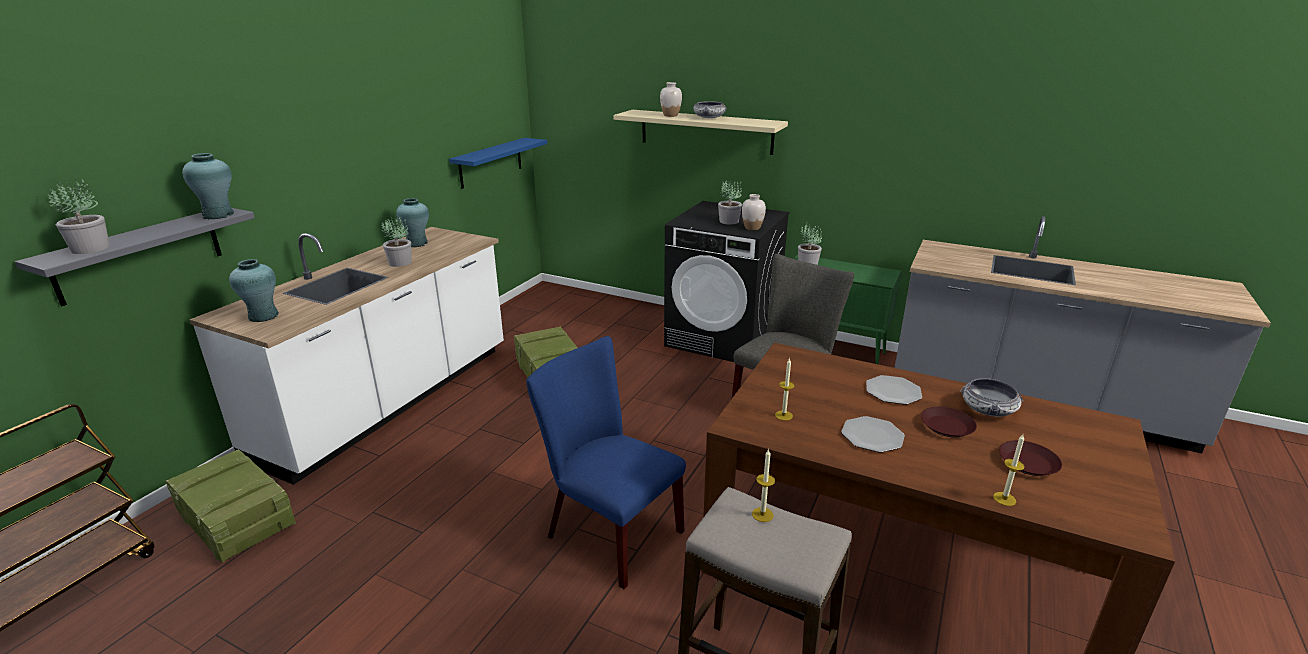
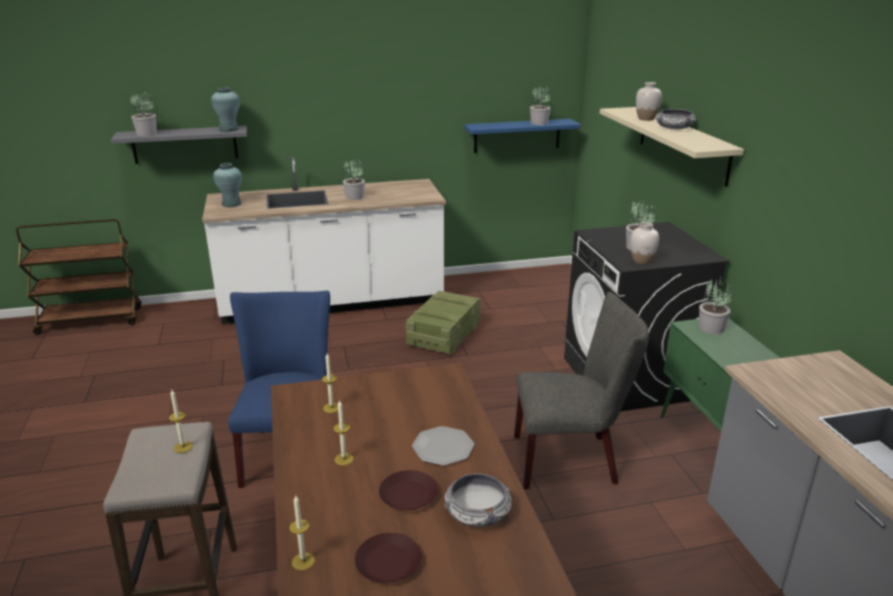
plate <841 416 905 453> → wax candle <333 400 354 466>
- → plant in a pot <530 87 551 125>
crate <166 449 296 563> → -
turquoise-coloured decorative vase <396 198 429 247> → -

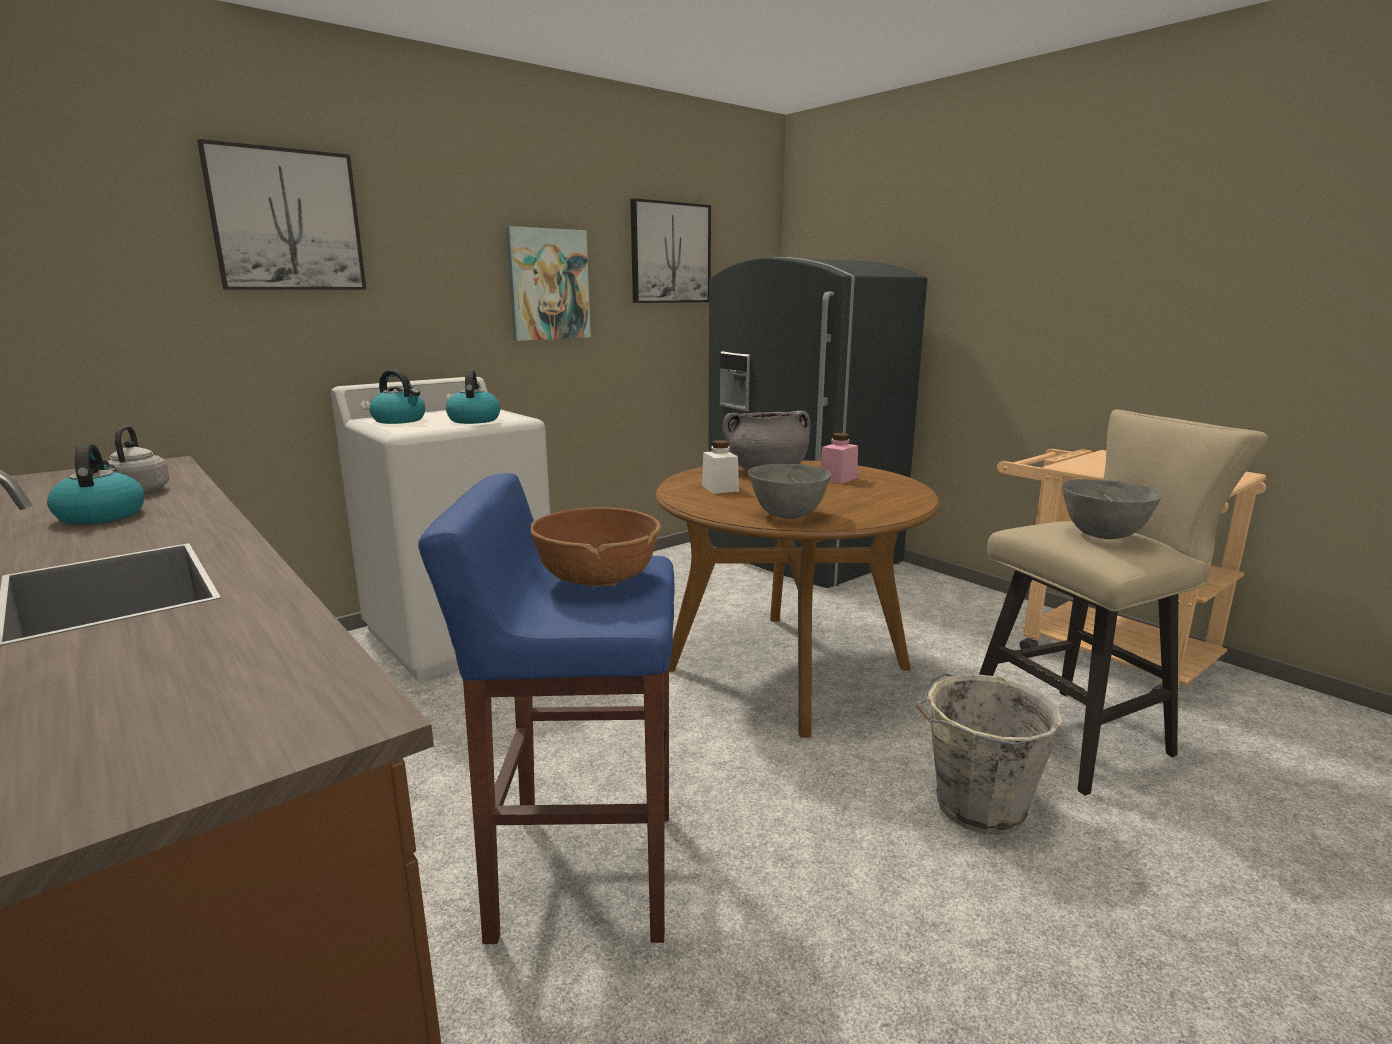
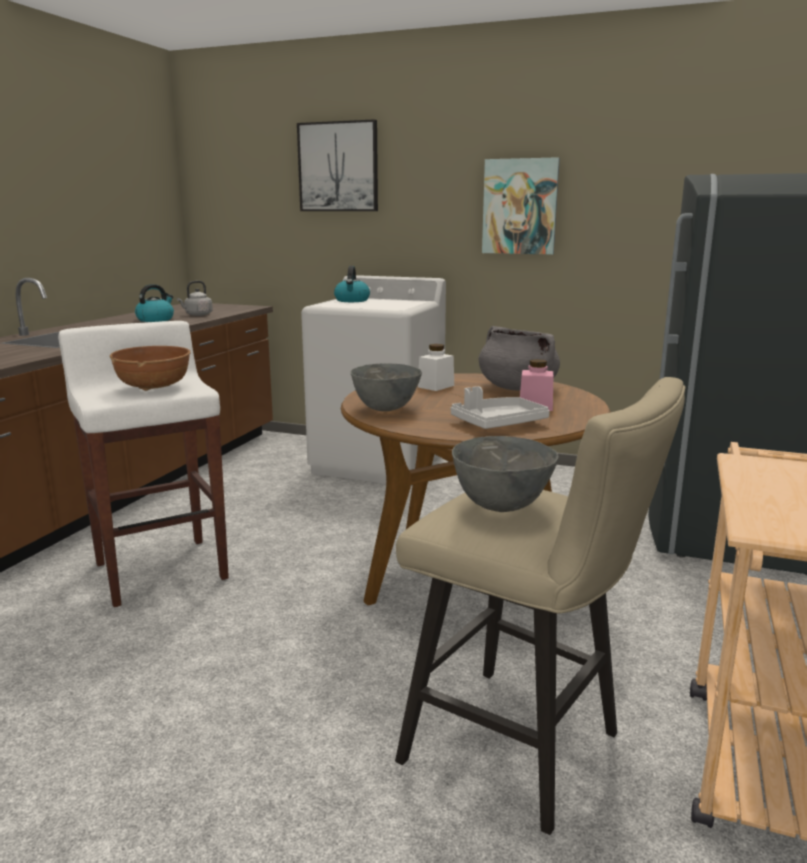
blue stool <418 473 674 944> → whitish stool <58 321 229 607>
- → greyish serving tray <451 386 550 429>
tea kettle <446 370 500 424> → -
wall art <630 198 711 303> → -
greyish water bucket <916 673 1063 834> → -

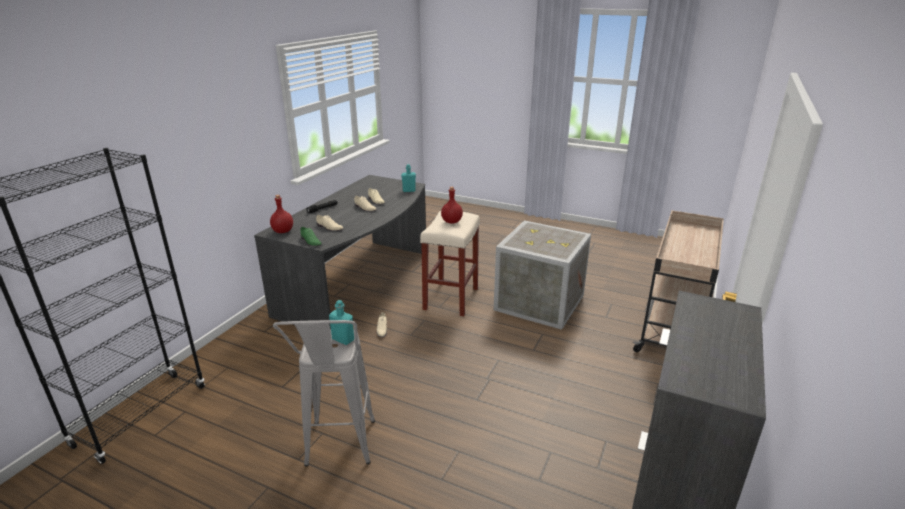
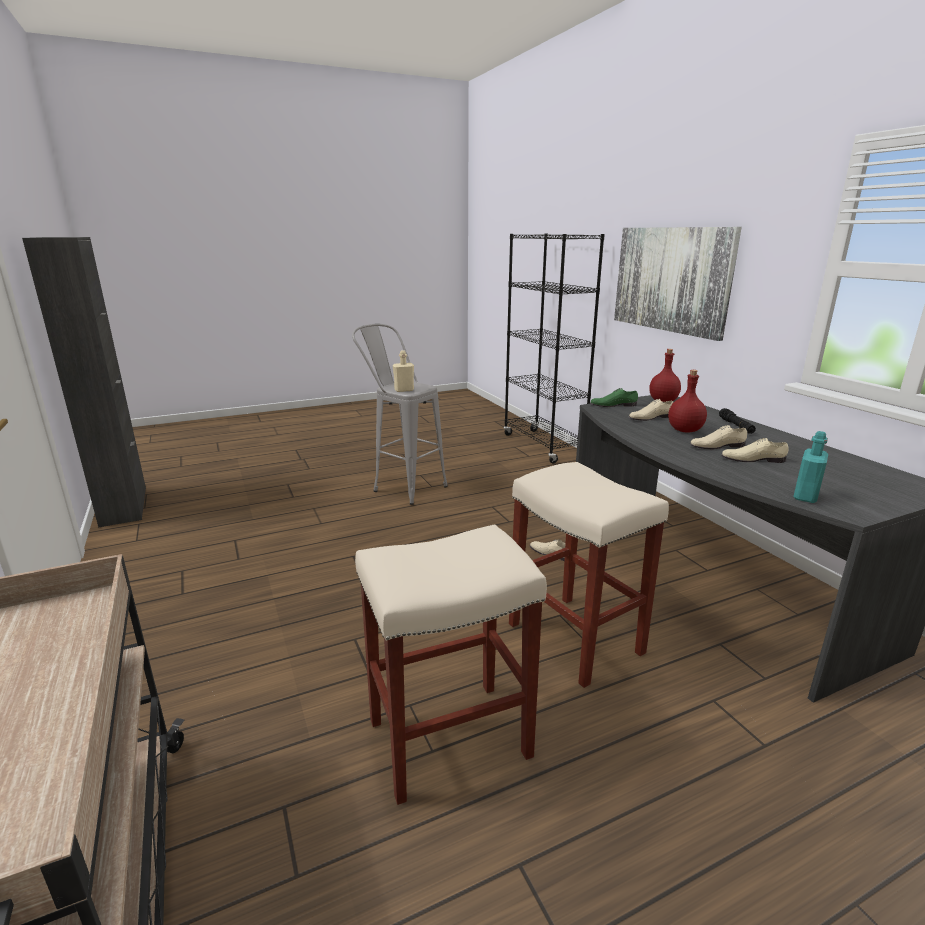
crate <494 220 591 330> → beige stool <355 524 547 805>
turquoise-coloured beverage bottle <329 300 354 345> → beige beverage bottle <393 350 414 392>
- → wall art <614 227 742 341>
reddish beverage bottle <441 187 463 224> → reddish beverage bottle <668 370 707 433>, shifted

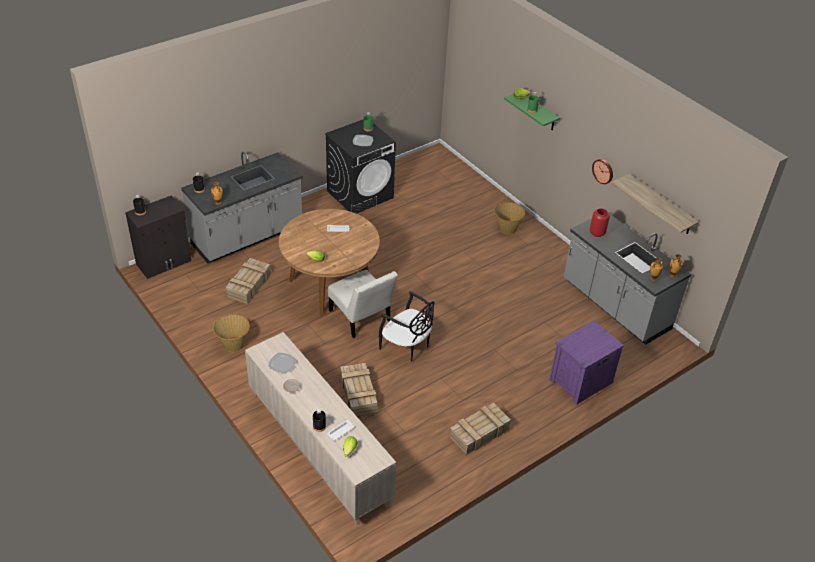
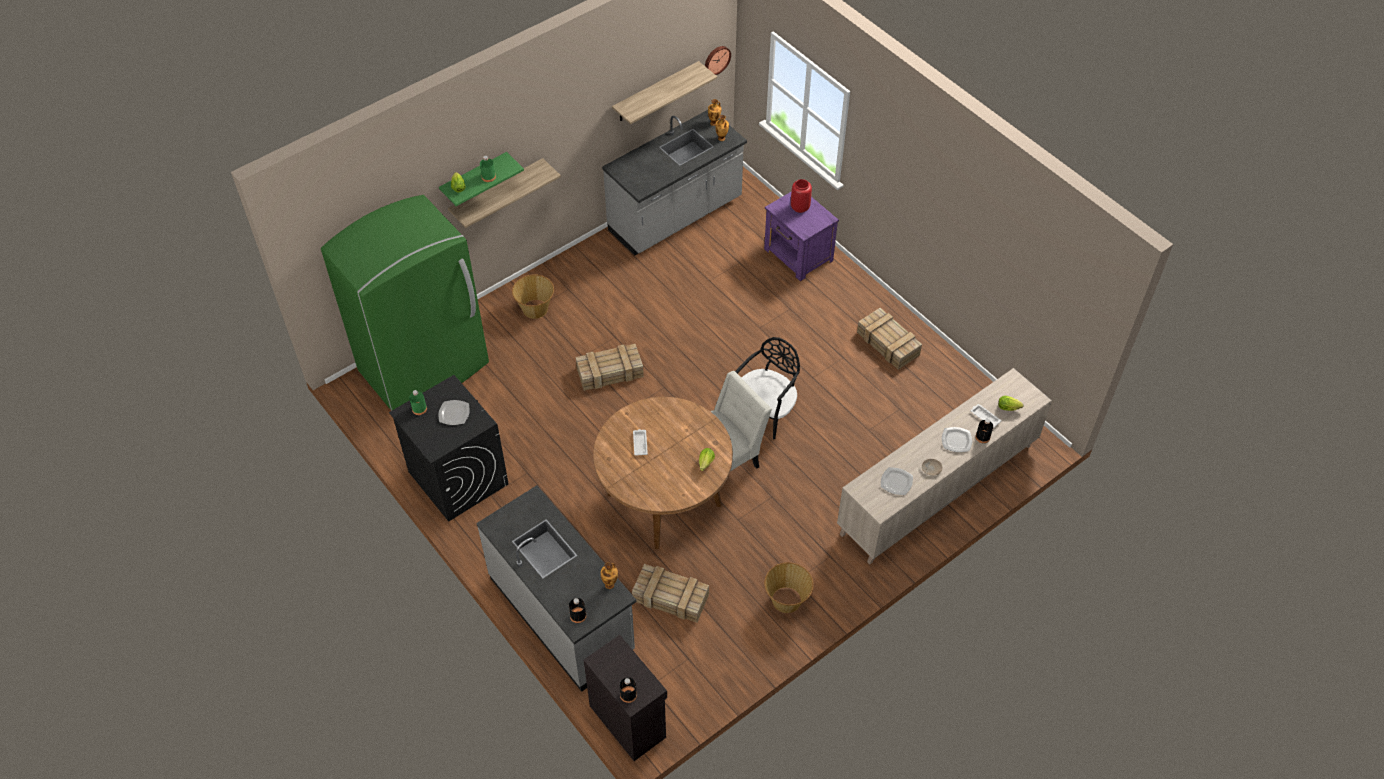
- → greenish refrigerator <321 195 489 411>
- → wall shelf <448 158 561 228>
crate <341 363 377 416> → crate <576 344 644 391>, shifted
clock on the wall <592 159 613 184> → clock on the wall <705 46 731 75>, shifted
reddish decorative vase <590 208 610 237> → reddish decorative vase <791 179 812 213>, shifted
- → plate <942 427 972 452>

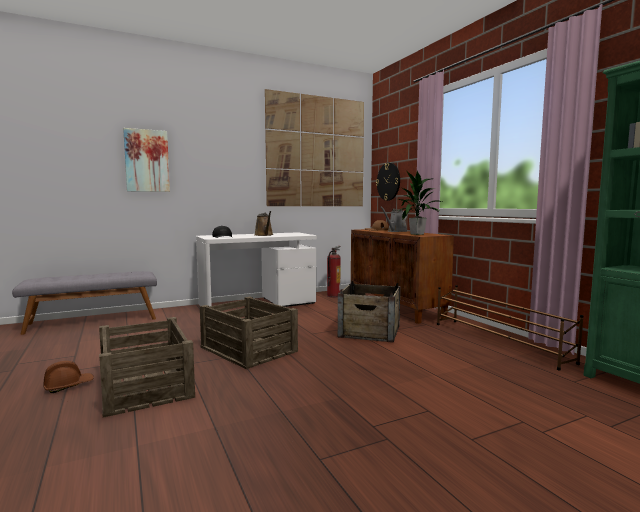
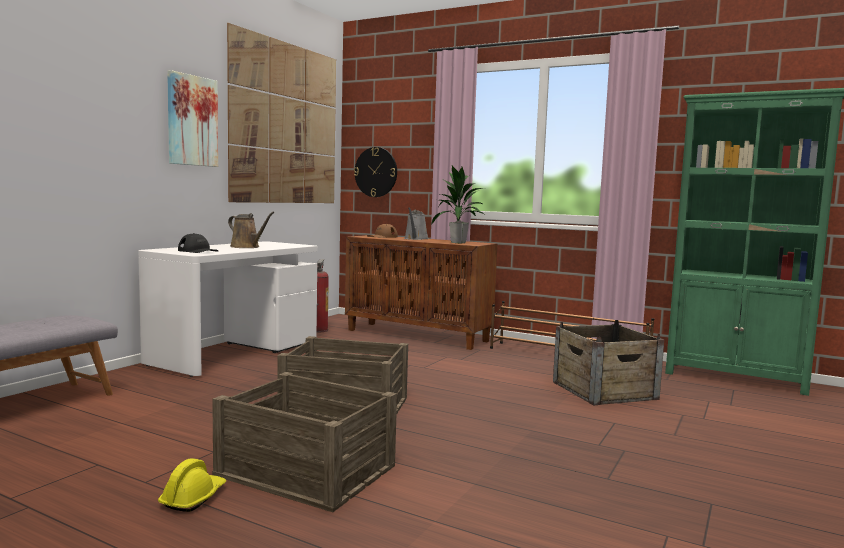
brown work helmet <44 361 94 393> → yellowish work helmet <158 458 226 512>
wall art <123 128 170 192> → wall art <167 70 218 167>, shifted
crate <338 281 400 343> → crate <553 320 664 405>, shifted

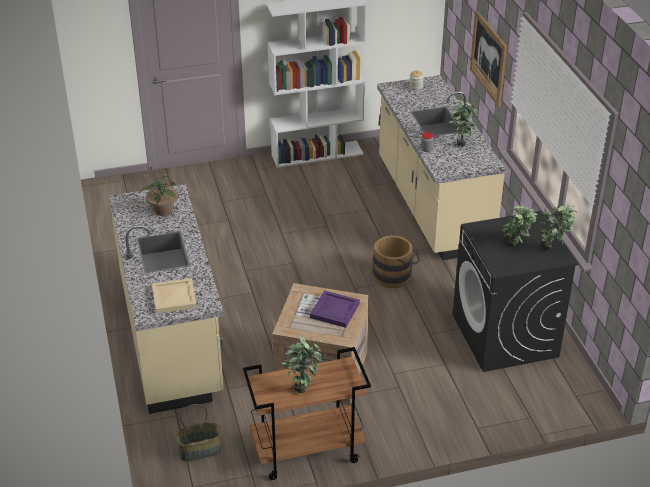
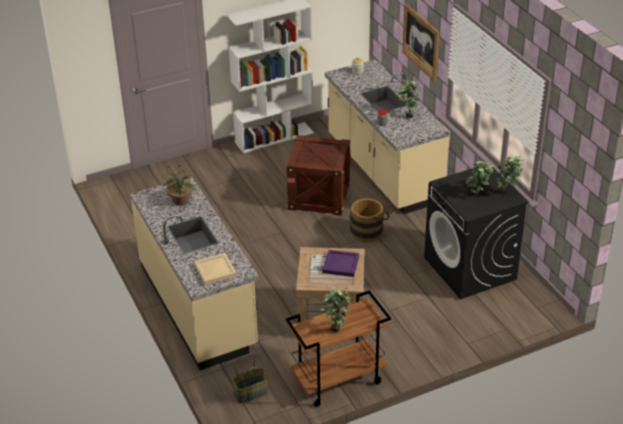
- → crate <287 135 351 215>

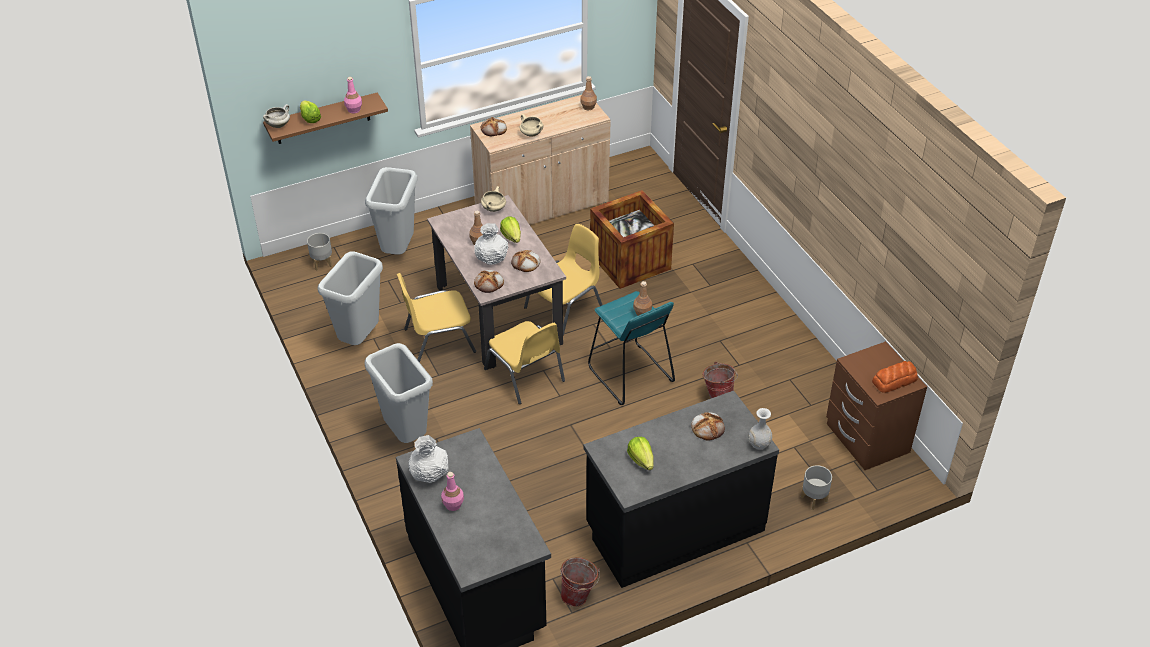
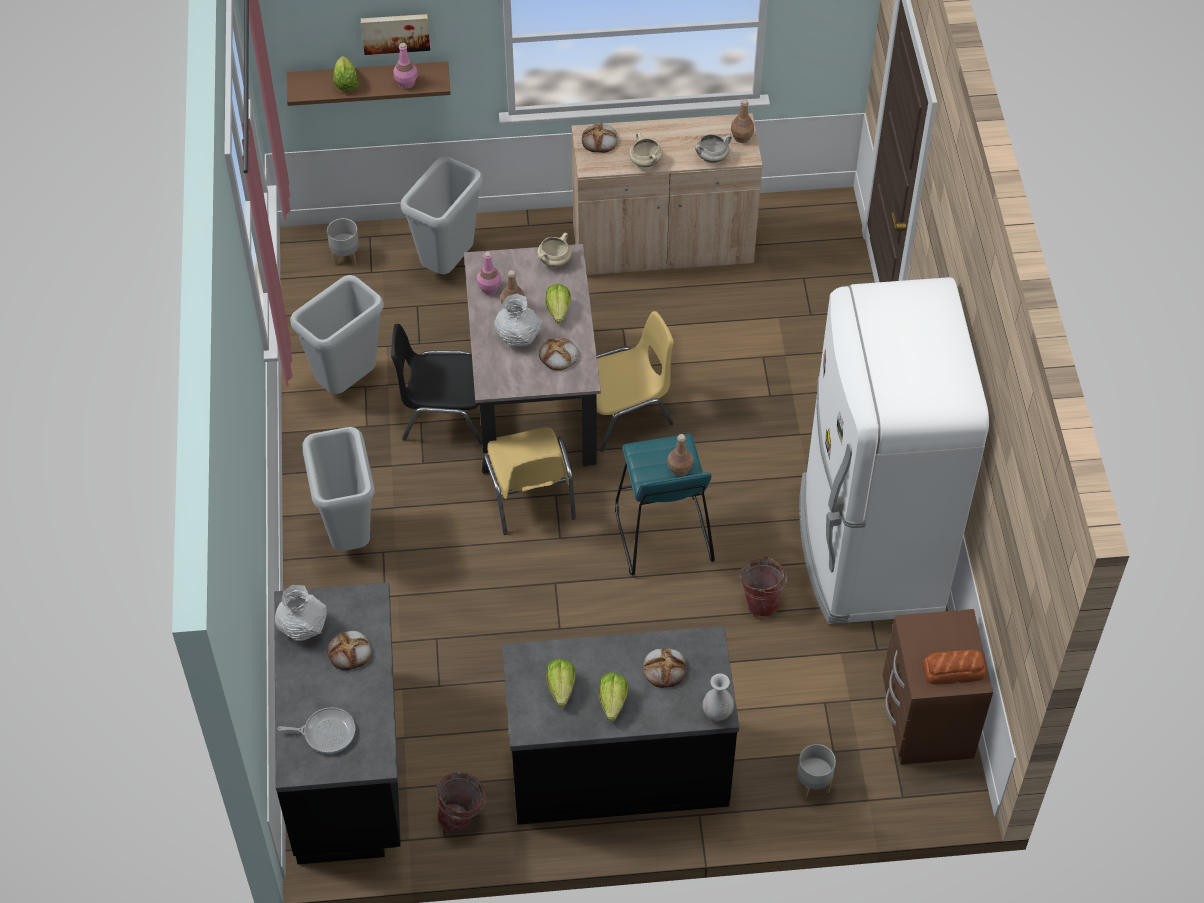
- → frying pan <278 707 355 754>
baked bread <474 270 504 293> → baked bread <327 631 371 670>, shifted
- → wall art <361 14 430 55>
yellowish upright chair <397 273 476 363> → black-coloured upright chair <391 324 482 444>
pink beverage bottle <441 472 464 511> → pink beverage bottle <477 252 501 295>, shifted
- → lettuce head <599 672 629 721>
whitish saucepot <263 104 290 128> → whitish saucepot <695 134 732 163>, shifted
- → whitish refrigerator <799 277 989 624>
crate <590 190 674 289> → -

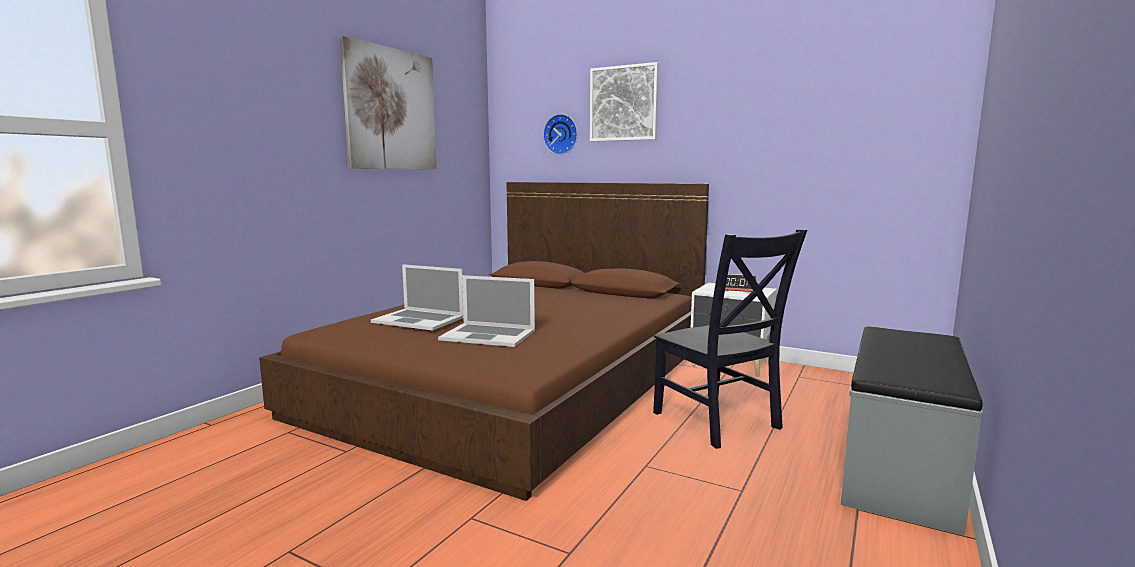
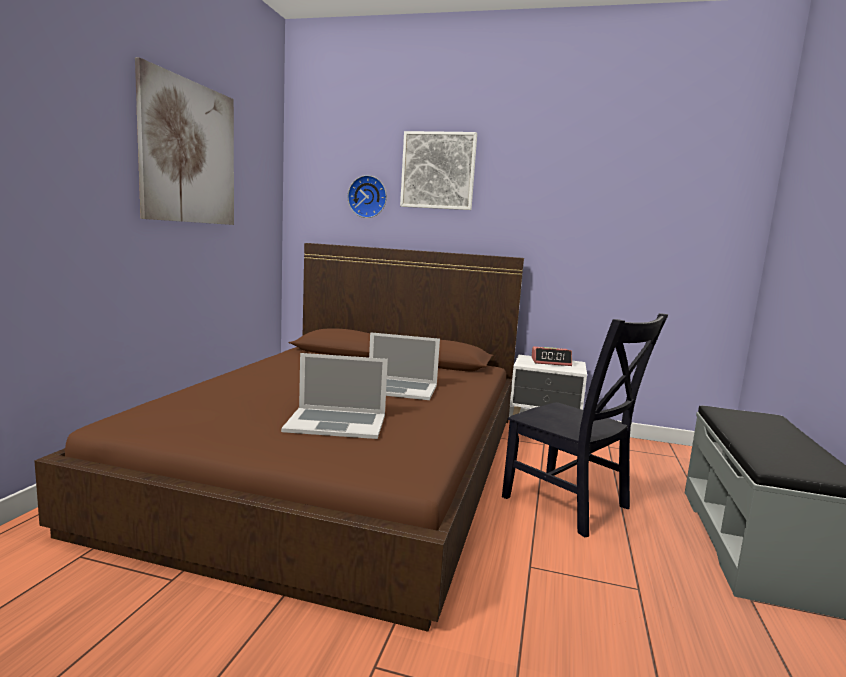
laptop <371 264 464 331> → laptop <369 332 440 400>, shifted

